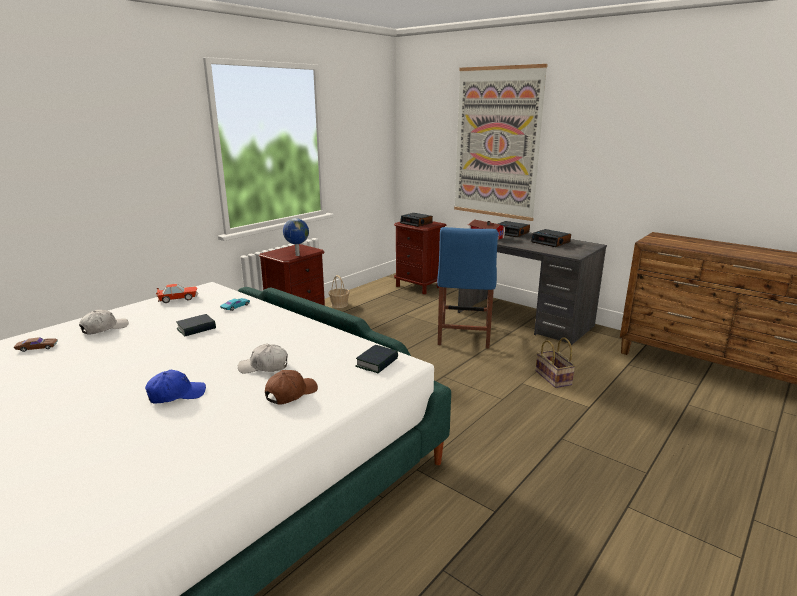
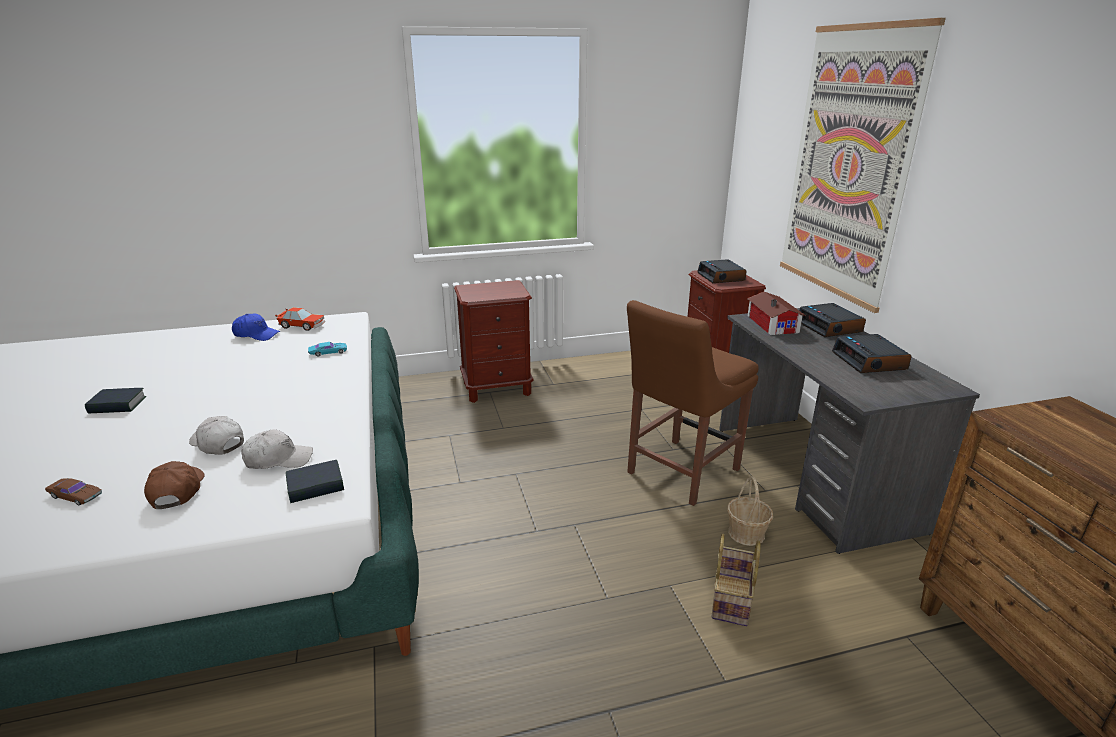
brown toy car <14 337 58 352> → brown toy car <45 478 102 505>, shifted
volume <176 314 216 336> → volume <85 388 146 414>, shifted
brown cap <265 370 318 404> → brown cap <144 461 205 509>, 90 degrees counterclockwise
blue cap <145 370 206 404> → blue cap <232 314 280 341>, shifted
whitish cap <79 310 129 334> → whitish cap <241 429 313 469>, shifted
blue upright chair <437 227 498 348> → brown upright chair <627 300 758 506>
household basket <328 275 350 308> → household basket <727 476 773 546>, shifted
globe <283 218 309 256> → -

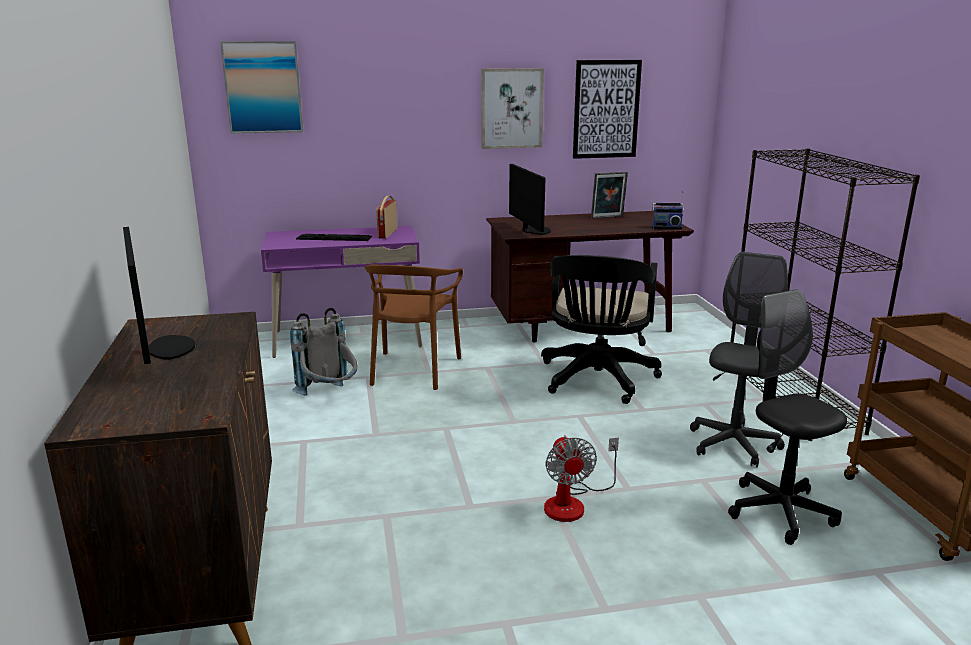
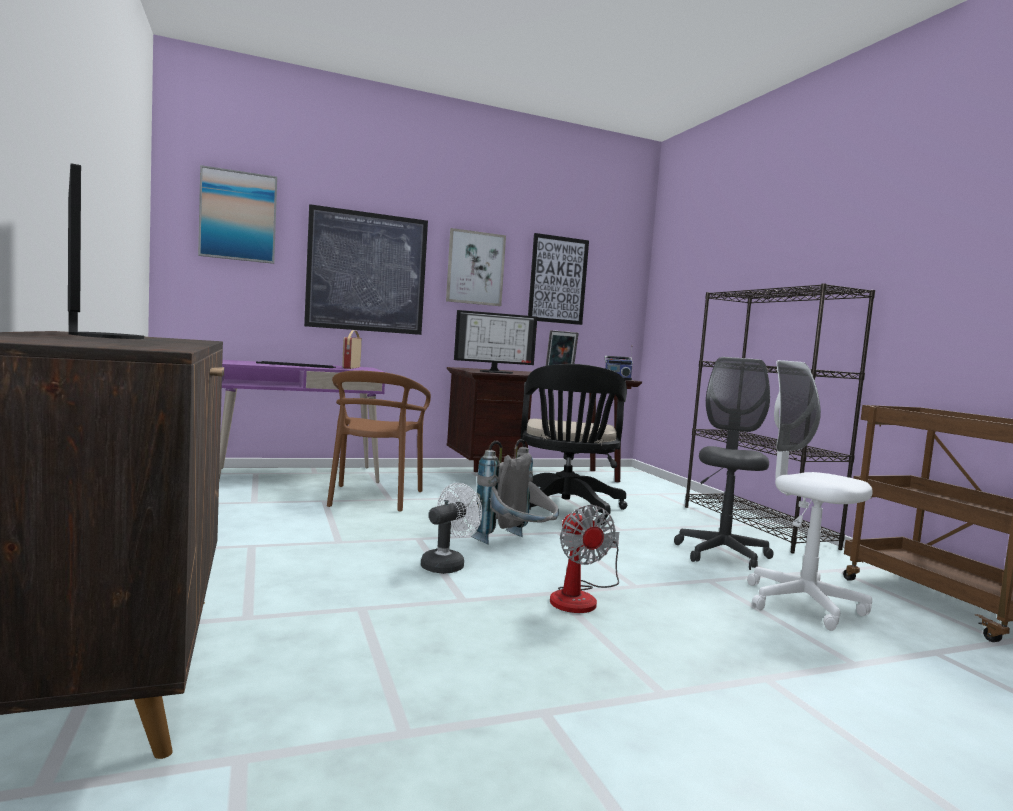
- → wall art <304 204 428 335>
- → whitish cooling fan <421 483 482 574>
computer screen <509 164 551 235> → computer screen <454 310 537 374>, 105 degrees clockwise
greyish knapsack <290 308 358 395> → greyish knapsack <471 439 559 545>, shifted
black-coloured office chair <728 289 847 545> → whitish office chair <747 360 873 631>

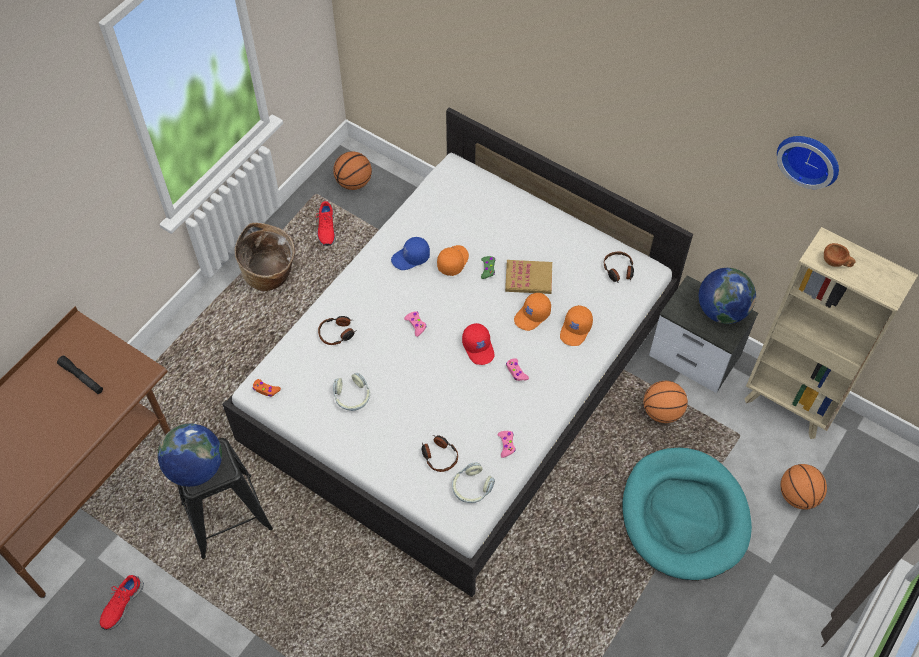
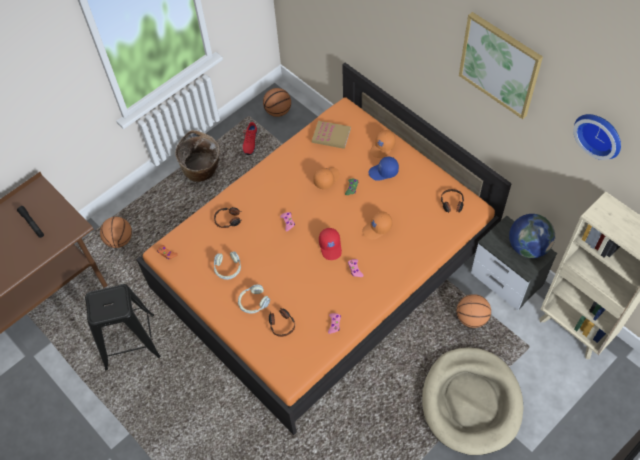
ball for basketball <781 464 827 510> → ball for basketball <100 217 132 248>, shifted
whitish bed <222 107 693 597> → orange bed <136 63 512 435>
headphones <452 462 495 503> → headphones <238 284 270 314>, shifted
volume <505 260 552 294> → volume <312 121 351 149>, shifted
blue cap <391 237 430 270> → blue cap <368 157 399 181>, shifted
orange cap <560 306 593 346> → orange cap <370 130 396 158>, shifted
turquoise-coloured pet bed <622 448 752 581> → beige pet bed <422 347 523 455>
- → wall art <459 12 543 119>
reddish shoe <100 575 144 630> → -
globe <158 423 222 487> → -
brown drinking cup <824 243 855 267> → -

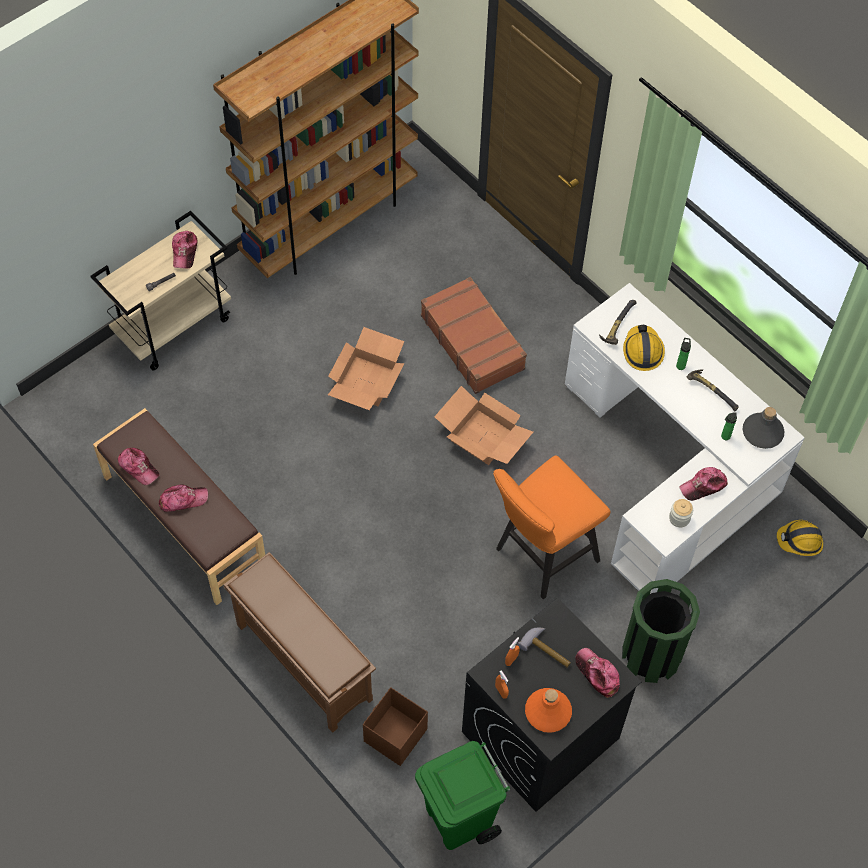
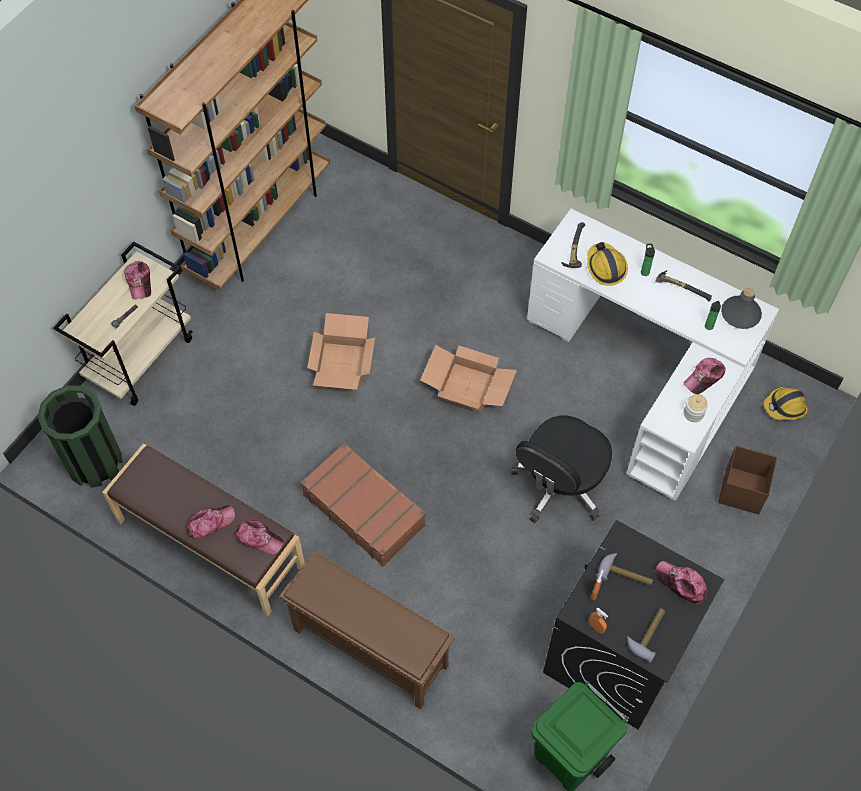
greenish trash can <622 579 700 683> → greenish trash can <37 385 122 488>, shifted
cap <118 448 159 485> → cap <236 520 284 555>, shifted
brown suitcase <421 277 527 394> → brown suitcase <300 443 426 566>, shifted
orange stool <493 455 610 599> → black-coloured office chair <511 416 612 524>
orange beverage bottle <525 688 572 733> → hand hammer <627 608 665 663>
brown storage box <363 687 428 766> → brown storage box <718 446 777 514>, shifted

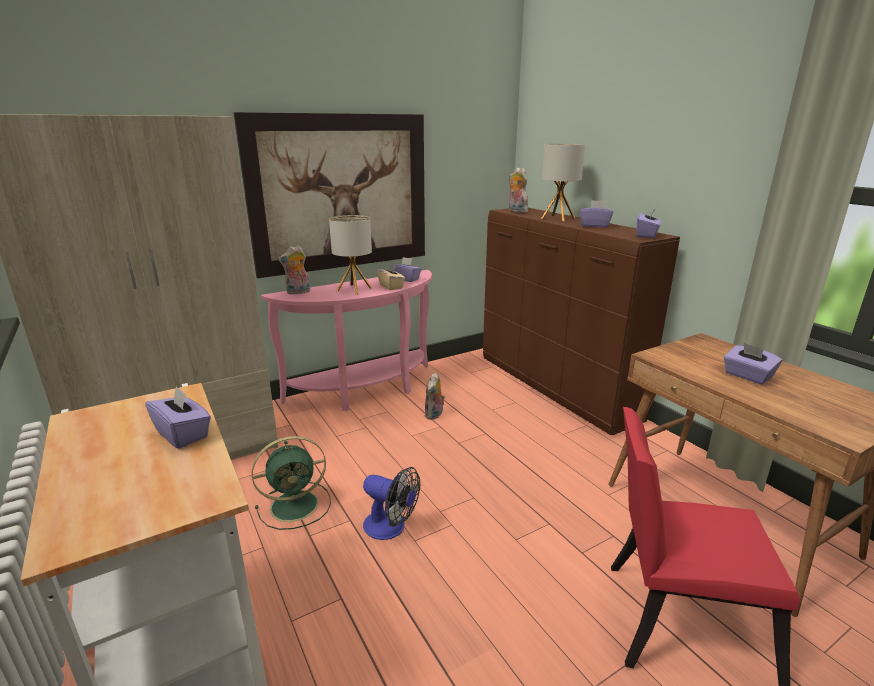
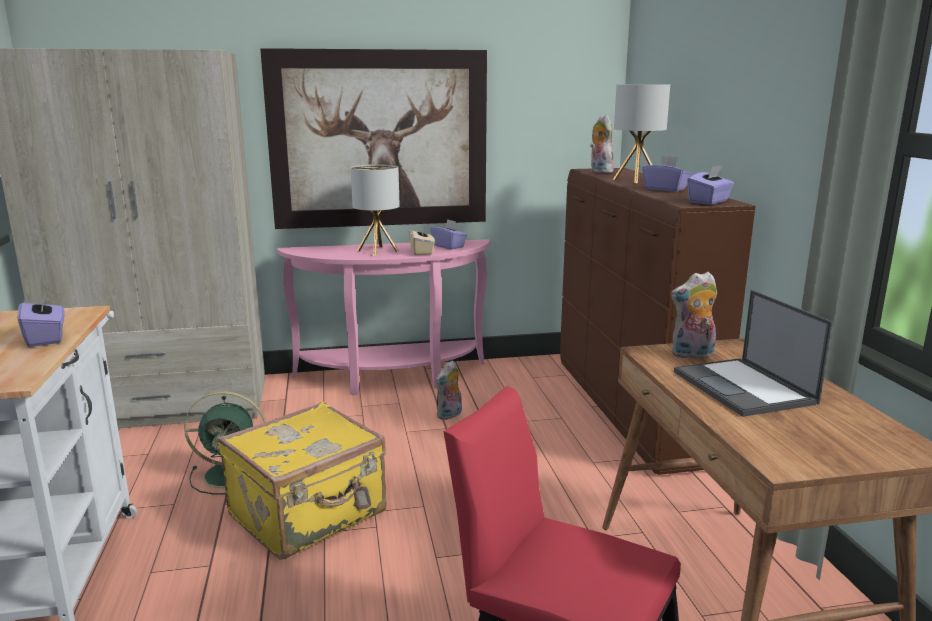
cooling fan <363 467 420 540> → yellowish suitcase <217 401 387 560>
soft toy <278 245 310 295> → soft toy <671 272 717 359>, shifted
purple tissue box <724 343 782 384> → laptop <674 290 833 417>

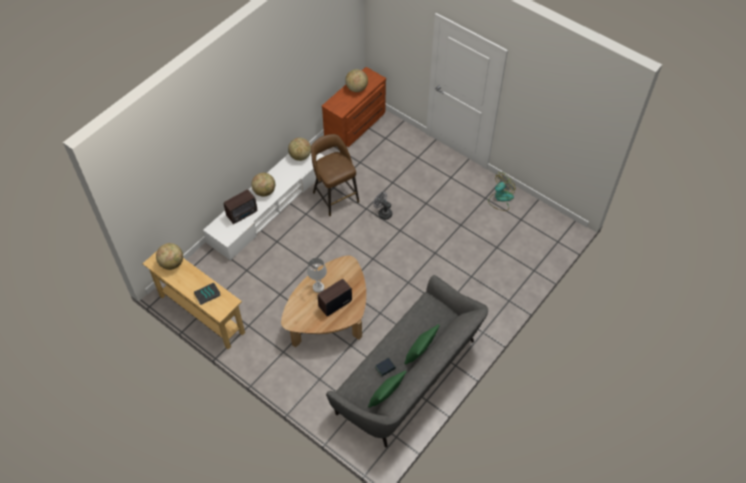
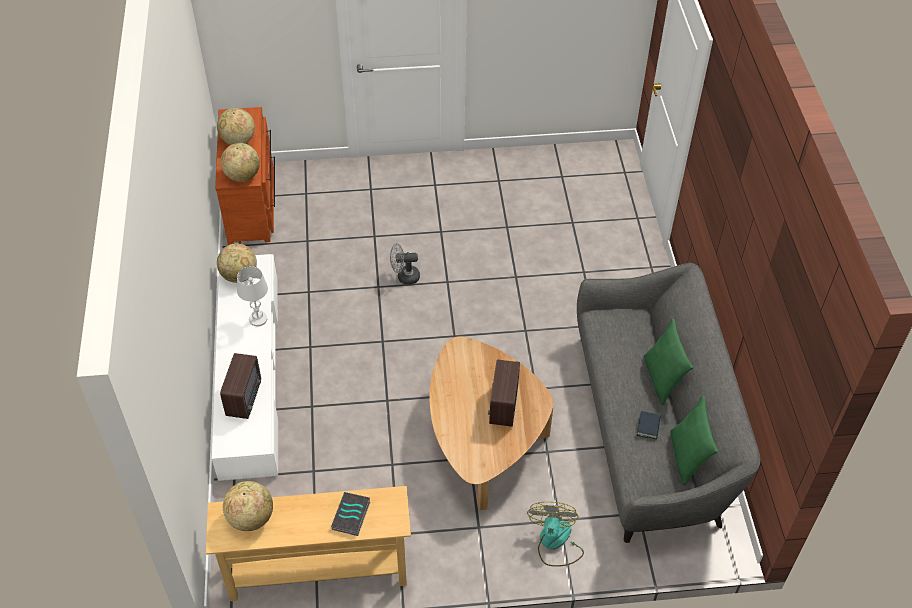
globe <251 173 275 196> → globe <221 143 260 182>, shifted
whitish lamp for a table <307 258 327 293> → whitish lamp for a table <237 266 268 326>, shifted
cooling fan <488 172 516 211> → cooling fan <527 502 584 567>, shifted
brown stool <311 134 359 216> → -

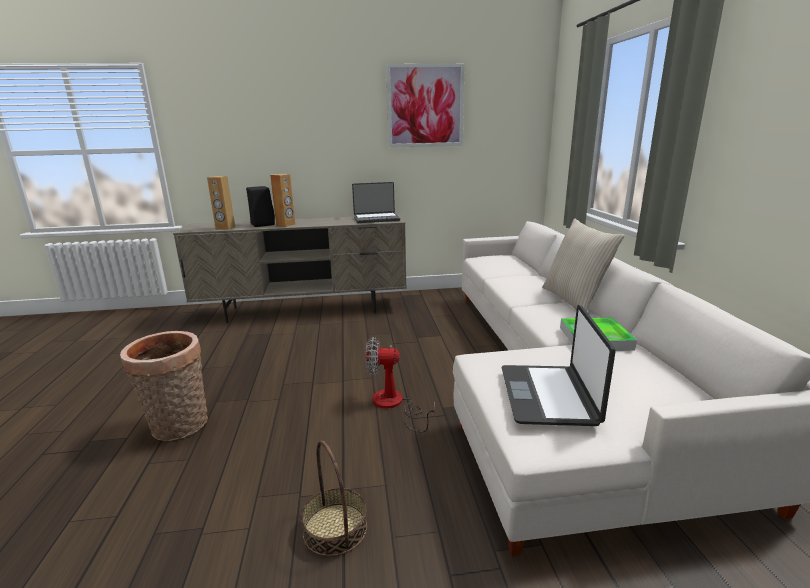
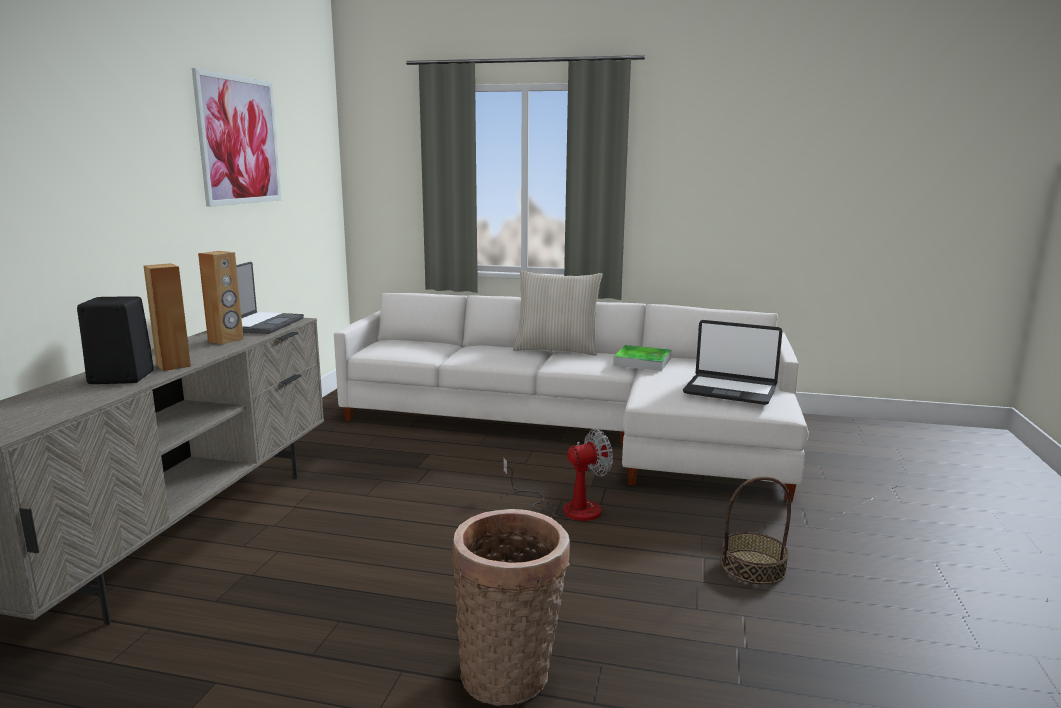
brown loudspeaker <207 176 235 230> → brown loudspeaker <198 251 244 345>, shifted
cooling fan <366 337 435 432> → cooling fan <503 429 613 521>, 135 degrees counterclockwise

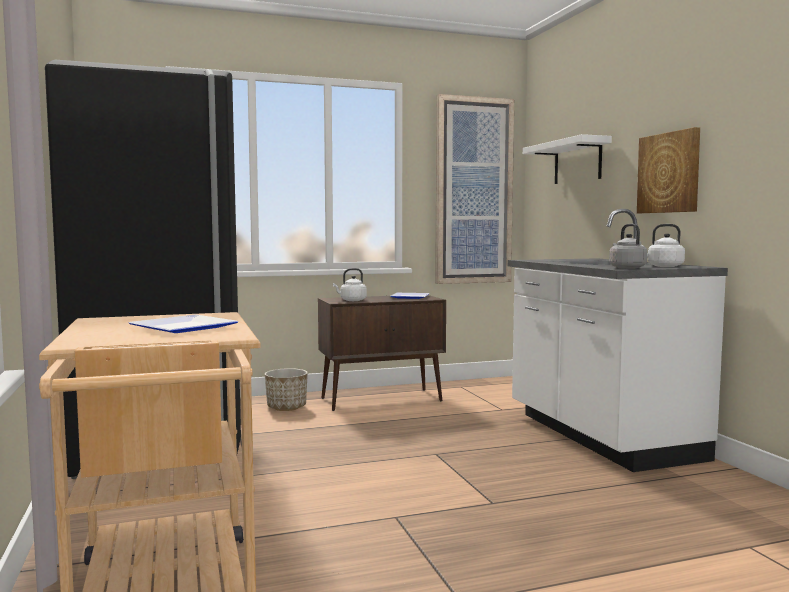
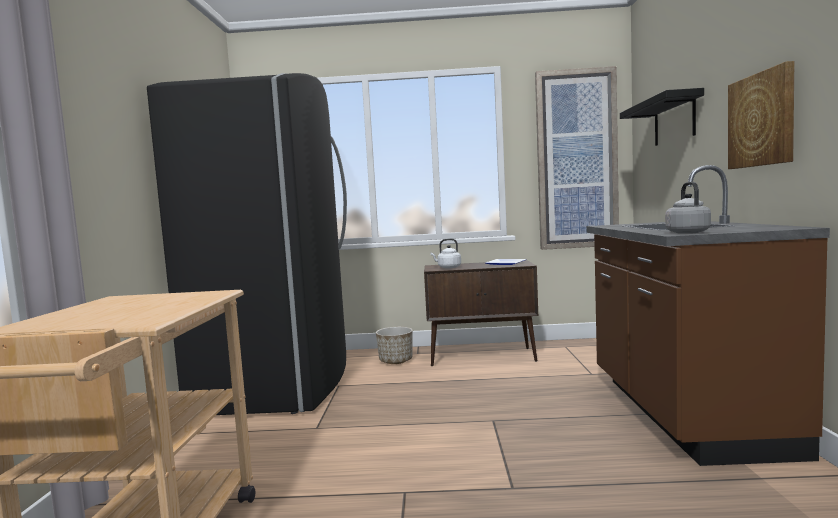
whitish counter <508 209 728 472> → brown counter <587 165 830 466>
whitish wall shelf <523 134 612 184> → black-coloured wall shelf <620 88 704 146>
plate <129 315 239 333> → -
whitish tea kettle <641 224 685 267> → -

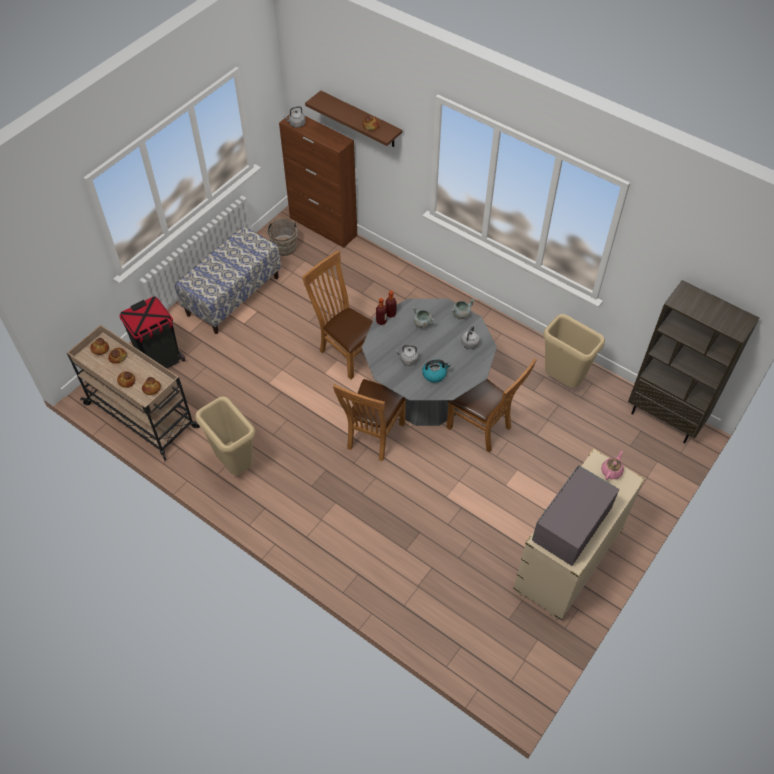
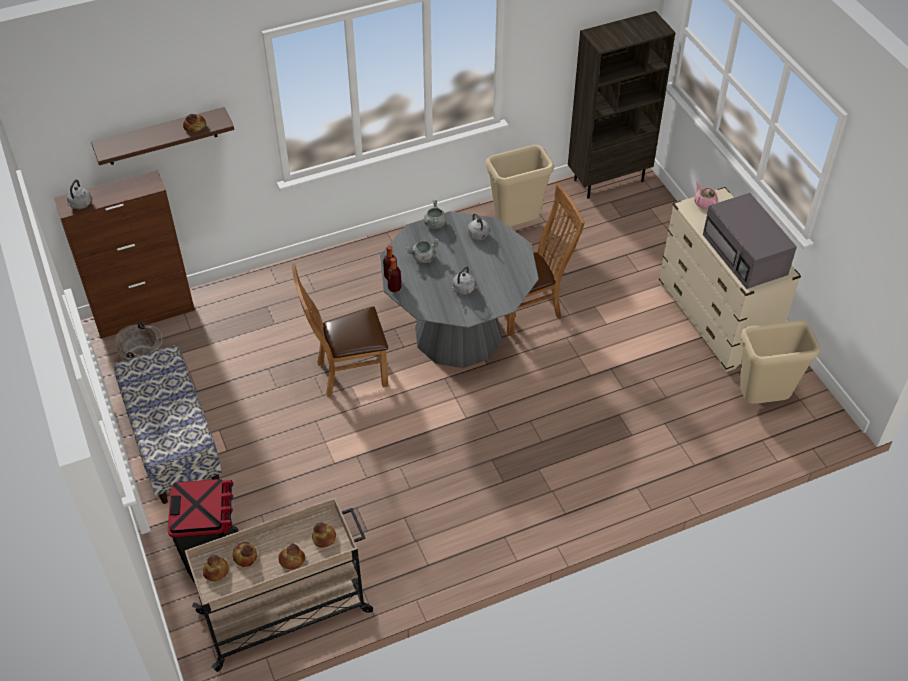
beige trash can <195 396 255 475> → beige trash can <740 320 820 404>, shifted
brown upright chair <333 379 406 461> → -
tea kettle <422 359 451 383> → -

